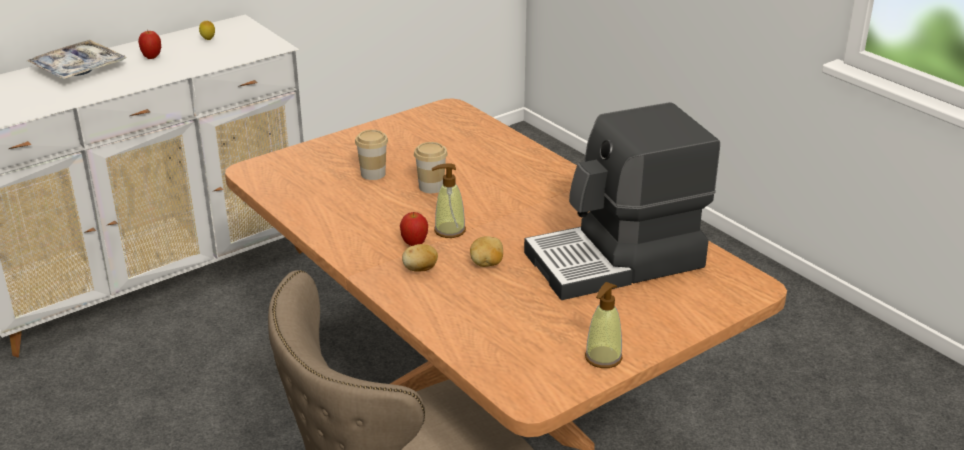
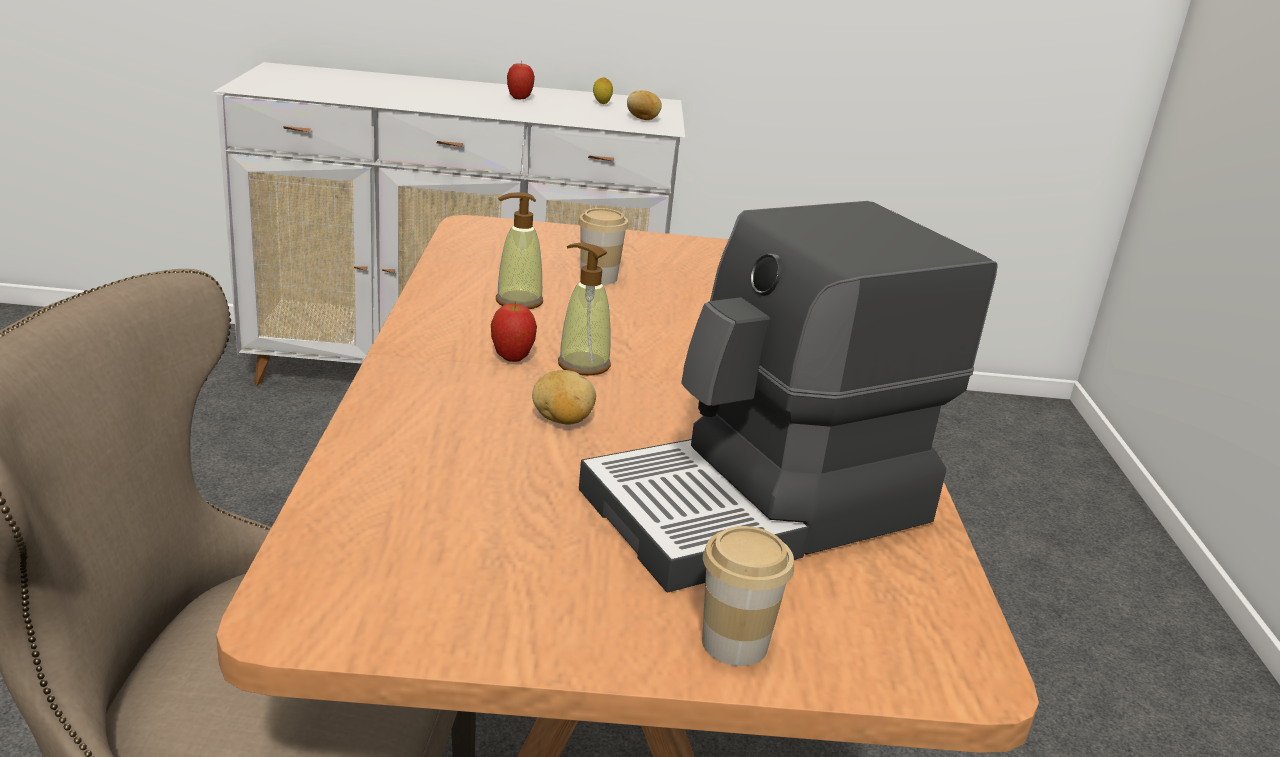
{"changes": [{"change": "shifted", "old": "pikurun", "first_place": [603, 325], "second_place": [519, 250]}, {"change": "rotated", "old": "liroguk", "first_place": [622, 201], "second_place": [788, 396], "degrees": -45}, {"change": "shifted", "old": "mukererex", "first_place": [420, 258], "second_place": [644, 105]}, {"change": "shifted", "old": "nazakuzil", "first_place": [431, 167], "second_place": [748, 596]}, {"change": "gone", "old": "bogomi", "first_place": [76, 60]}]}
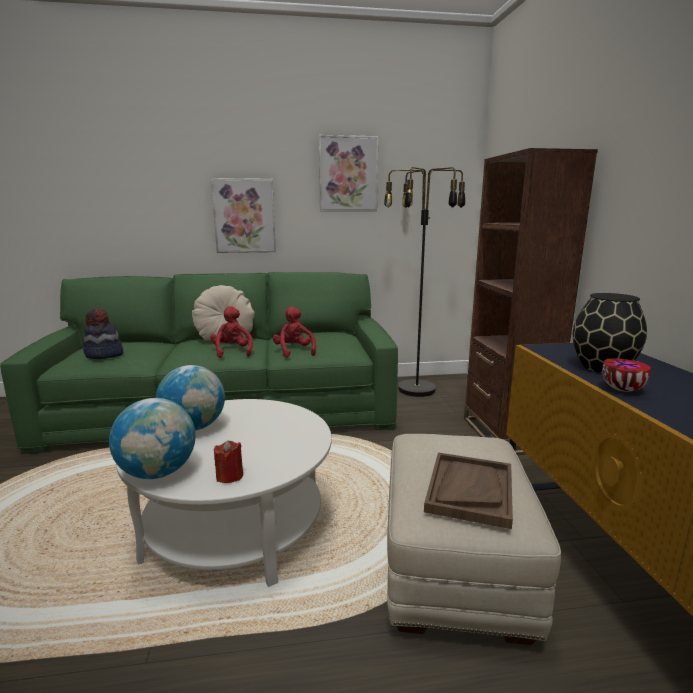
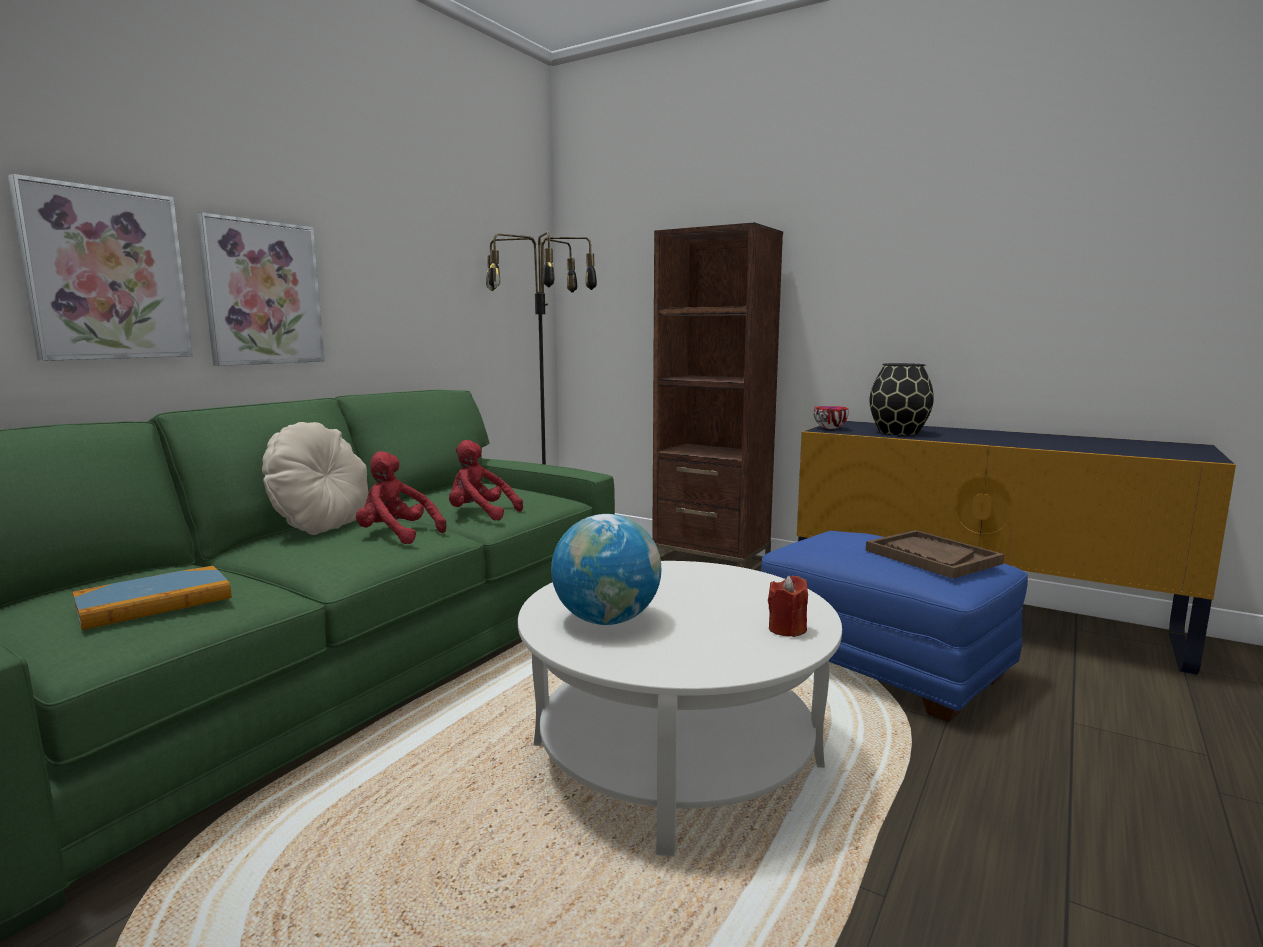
{"changes": [{"change": "shifted", "old": "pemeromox", "first_place": [348, 173], "second_place": [100, 267]}, {"change": "swapped", "old": "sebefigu", "new": "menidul", "first_place": [103, 334], "second_place": [152, 598]}, {"change": "repainted", "old": "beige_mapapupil", "new": "blue_mapapupil", "first_place": [474, 539], "second_place": [894, 626]}, {"change": "shifted", "old": "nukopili", "first_place": [626, 375], "second_place": [831, 417]}, {"change": "gone", "old": "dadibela", "first_place": [152, 438]}]}
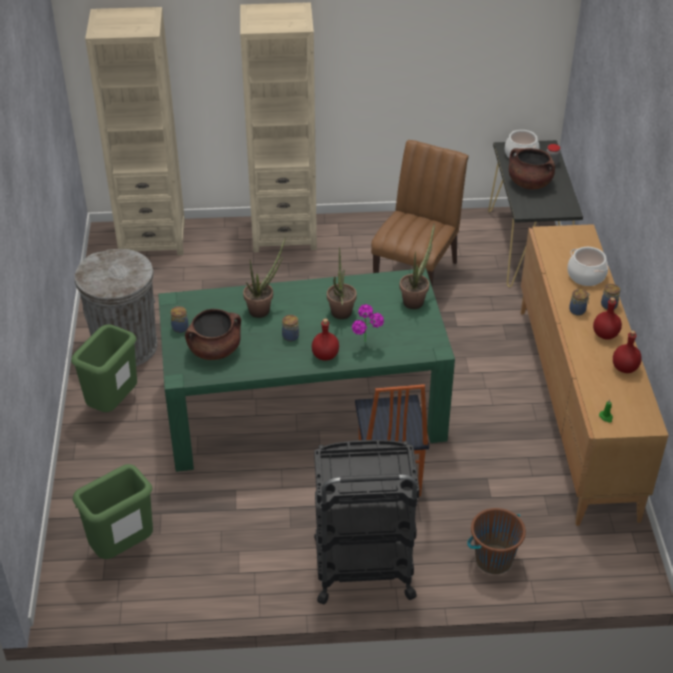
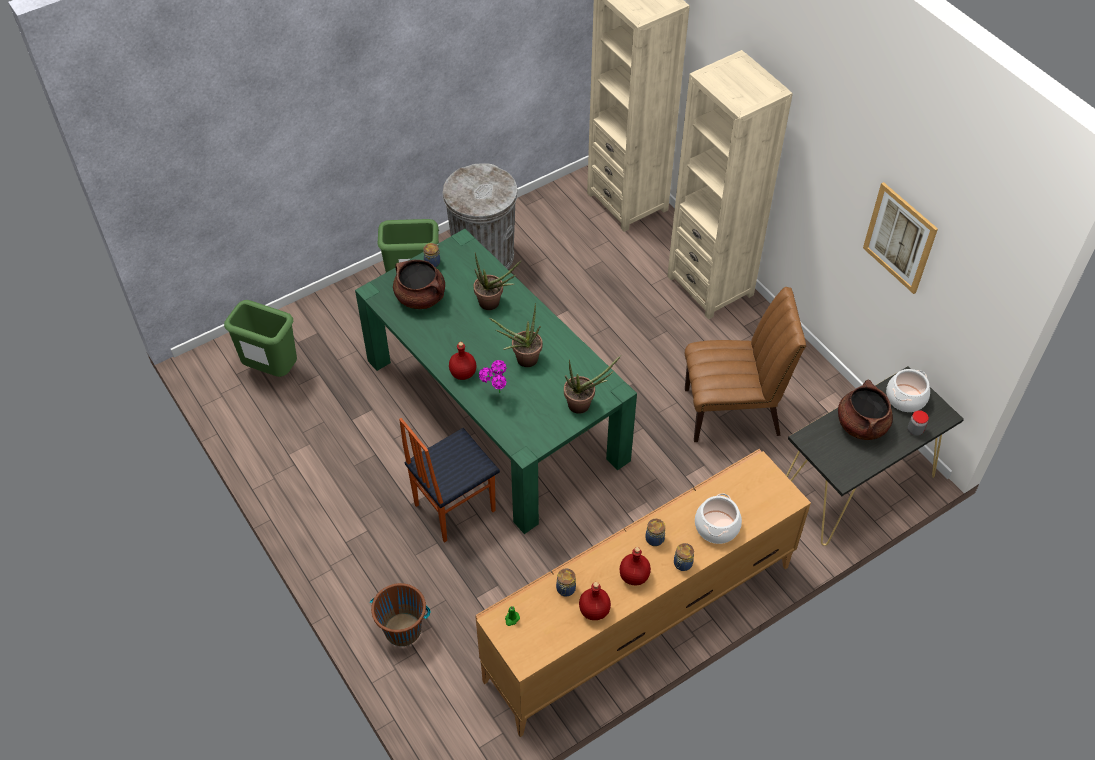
{"changes": [{"change": "shifted", "old": "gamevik", "first_place": [290, 328], "second_place": [566, 582]}, {"change": "new", "new": "pemeromox", "second_place": [900, 238]}, {"change": "gone", "old": "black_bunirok", "first_place": [367, 522]}]}
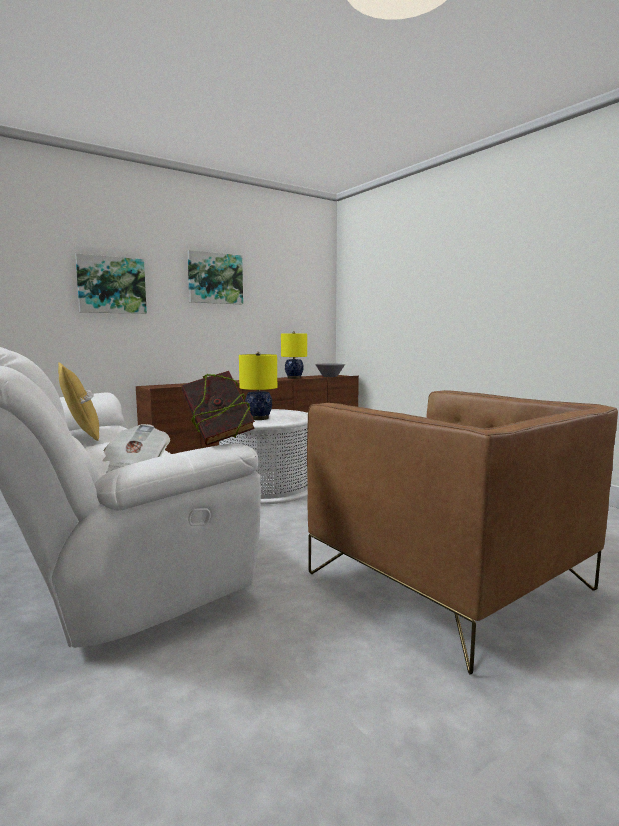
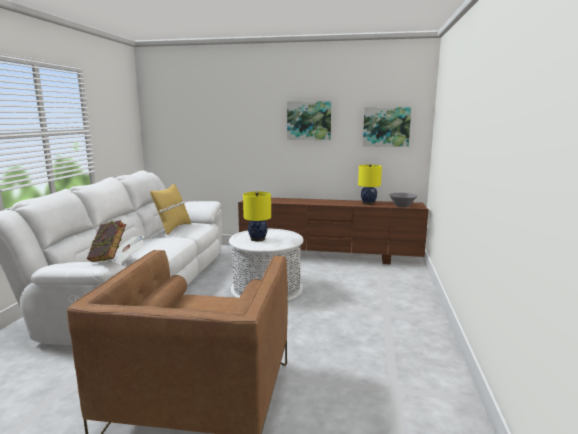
{"changes": [{"change": "shifted", "old": "pemeromox", "first_place": [111, 283], "second_place": [387, 127]}]}
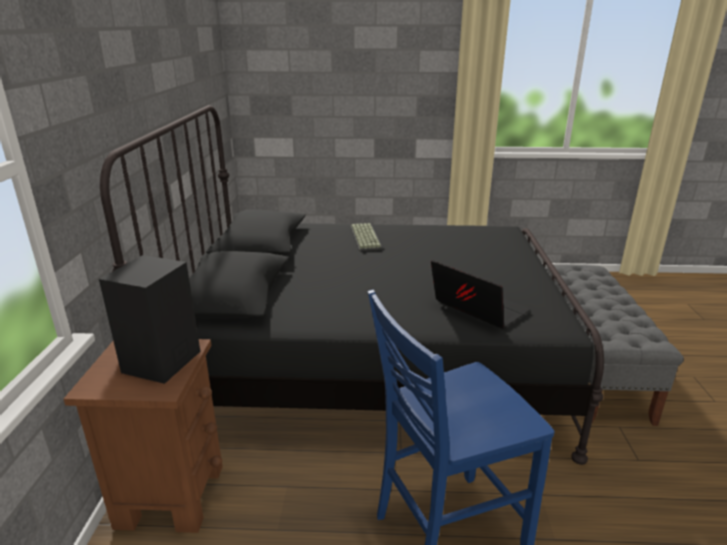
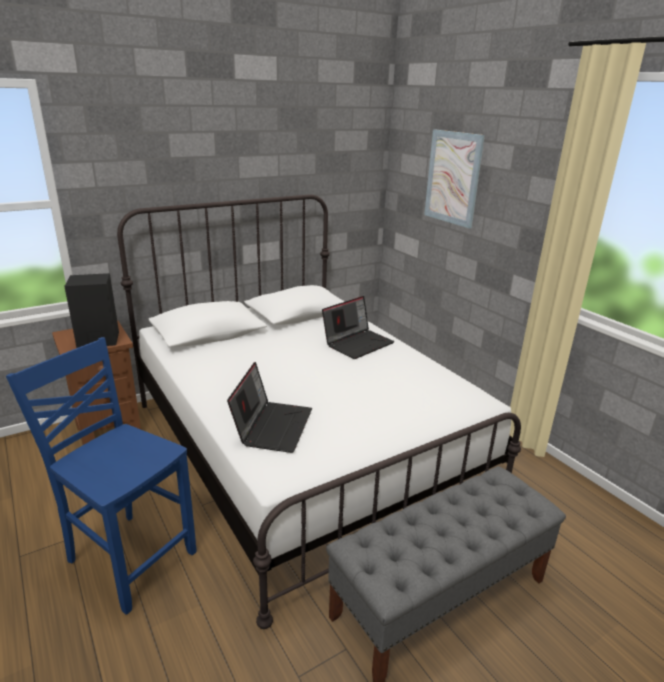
{"changes": [{"change": "repainted", "old": "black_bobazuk", "new": "white_bobazuk", "first_place": [352, 285], "second_place": [319, 412]}, {"change": "swapped", "old": "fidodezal", "new": "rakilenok", "first_place": [366, 237], "second_place": [358, 327]}, {"change": "new", "new": "pemeromox", "second_place": [454, 179]}]}
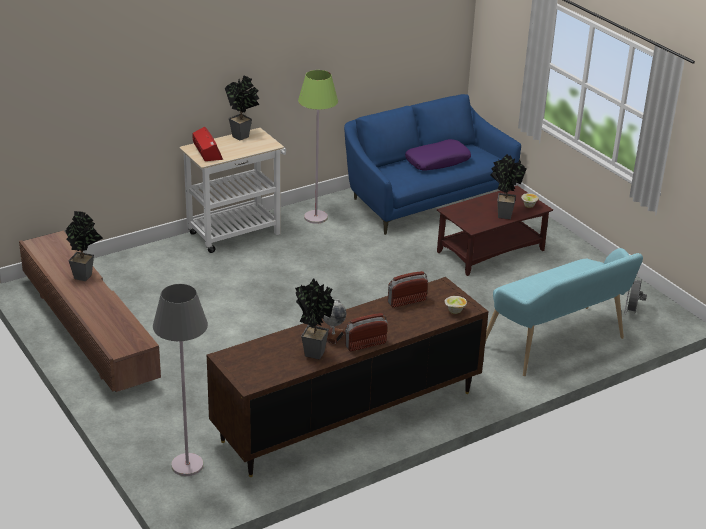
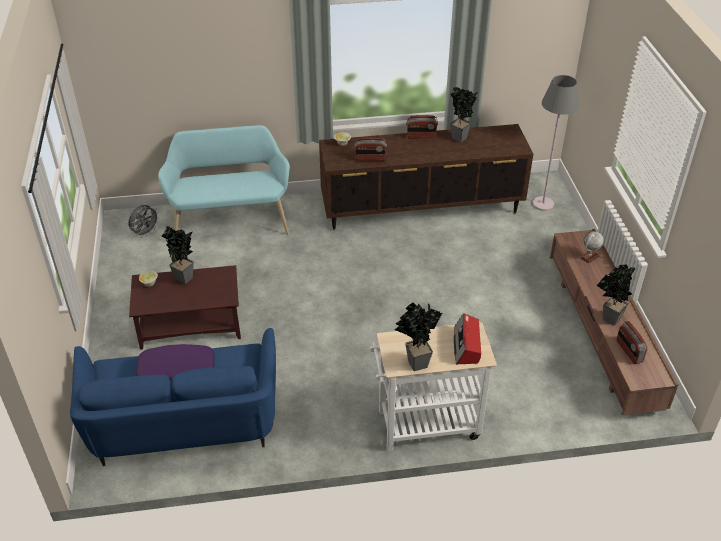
{"changes": [{"change": "shifted", "old": "dadibela", "first_place": [334, 321], "second_place": [592, 247]}, {"change": "new", "new": "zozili", "second_place": [631, 342]}, {"change": "gone", "old": "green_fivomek", "first_place": [318, 147]}]}
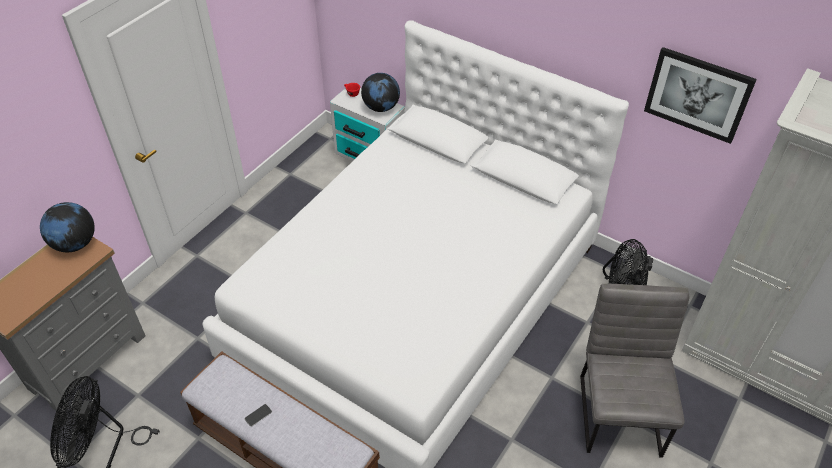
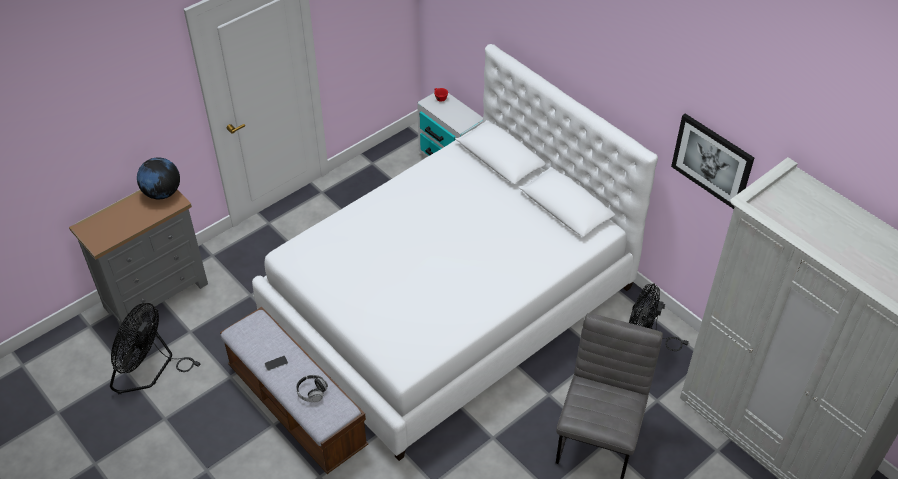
{"changes": [{"change": "new", "new": "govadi", "second_place": [312, 388]}, {"change": "gone", "old": "dadibela", "first_place": [380, 92]}]}
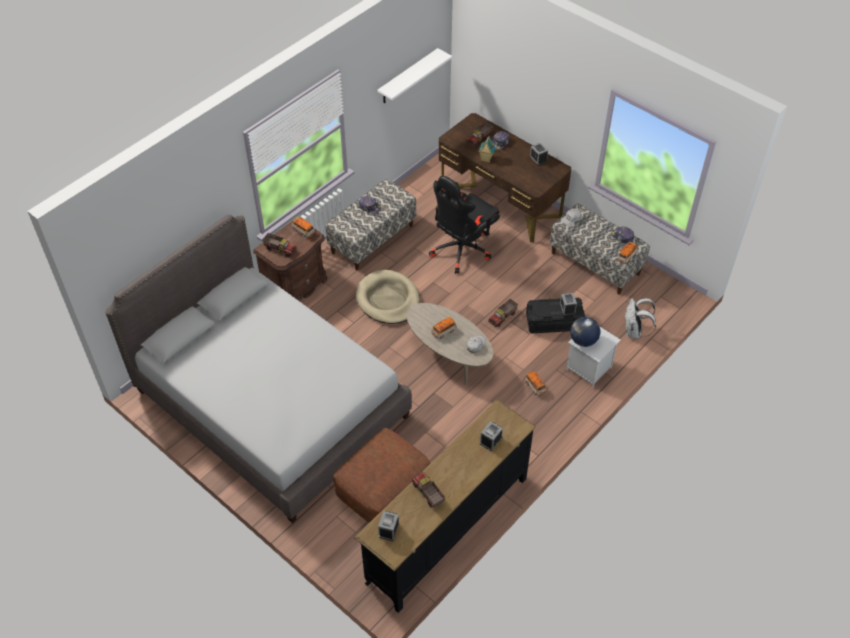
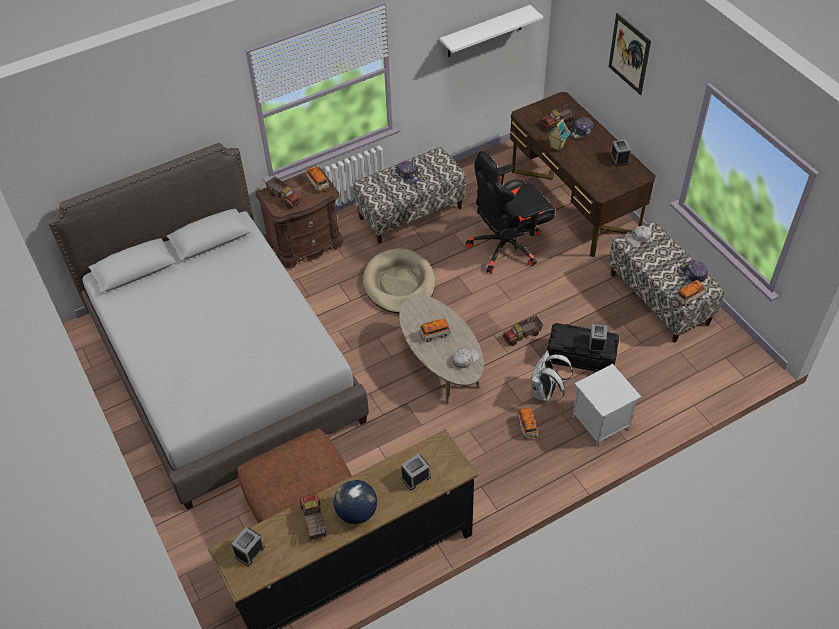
{"changes": [{"change": "shifted", "old": "dadibela", "first_place": [585, 332], "second_place": [355, 502]}, {"change": "shifted", "old": "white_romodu", "first_place": [640, 318], "second_place": [552, 376]}, {"change": "new", "new": "pemeromox", "second_place": [629, 54]}]}
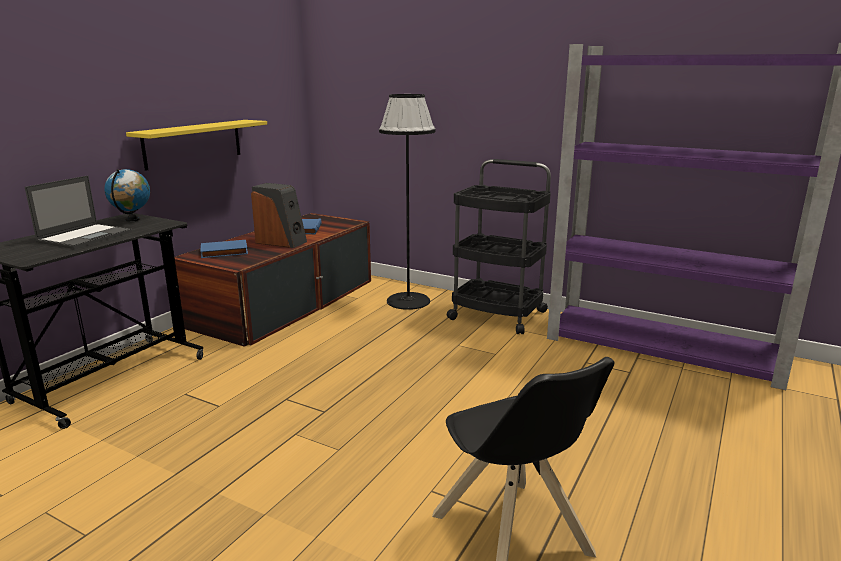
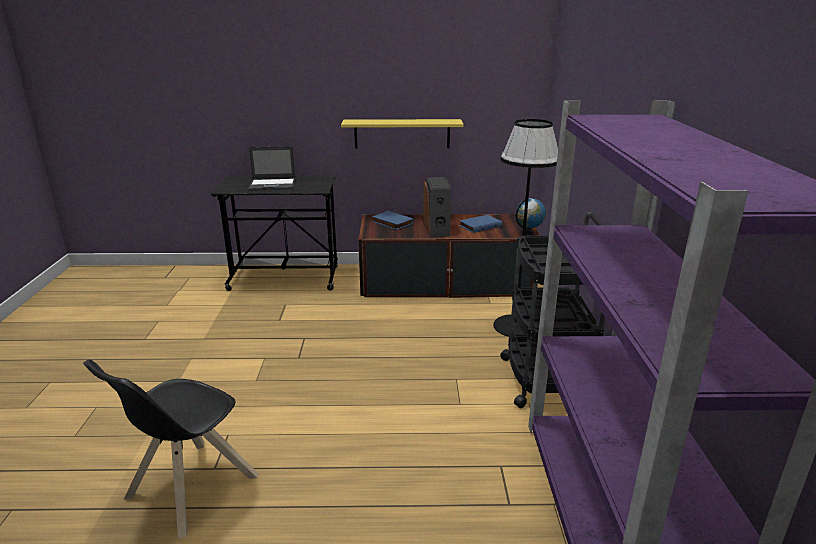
{"changes": [{"change": "shifted", "old": "dadibela", "first_place": [127, 195], "second_place": [531, 216]}]}
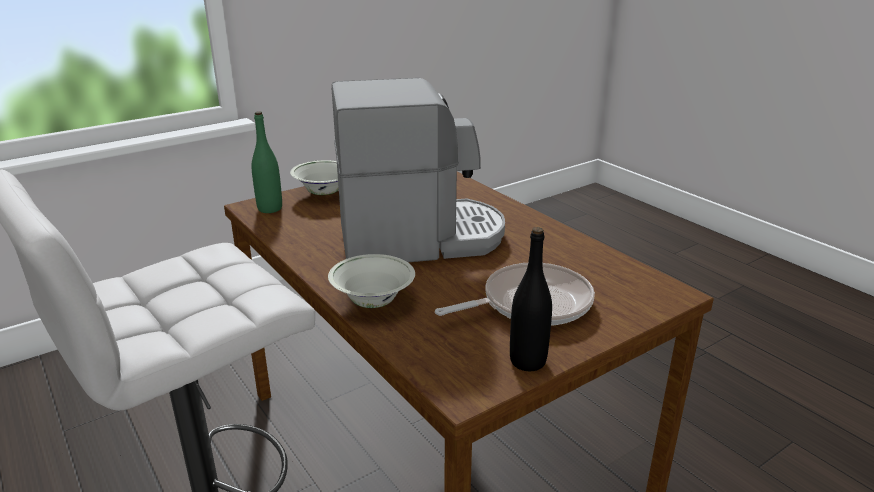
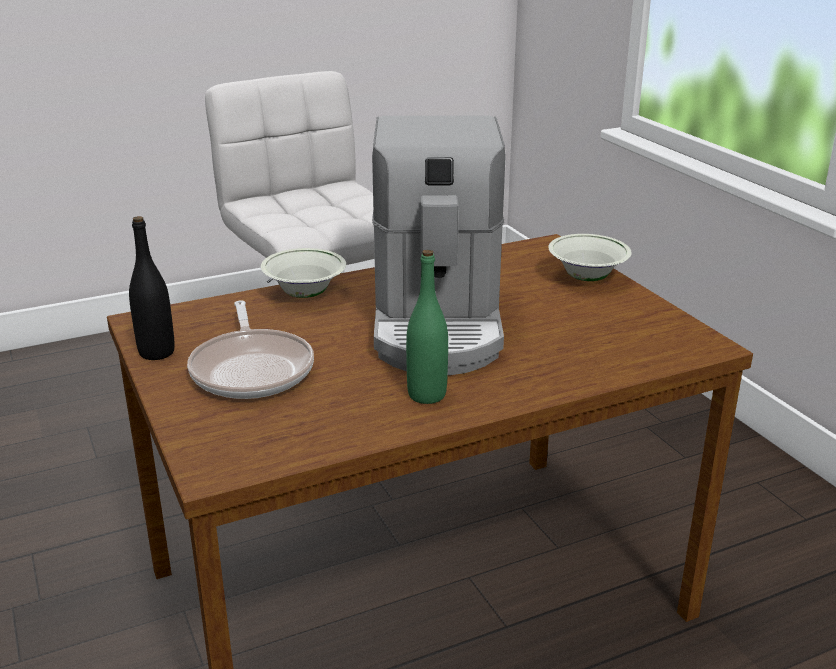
{"changes": [{"change": "shifted", "old": "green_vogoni", "first_place": [266, 162], "second_place": [427, 327]}]}
